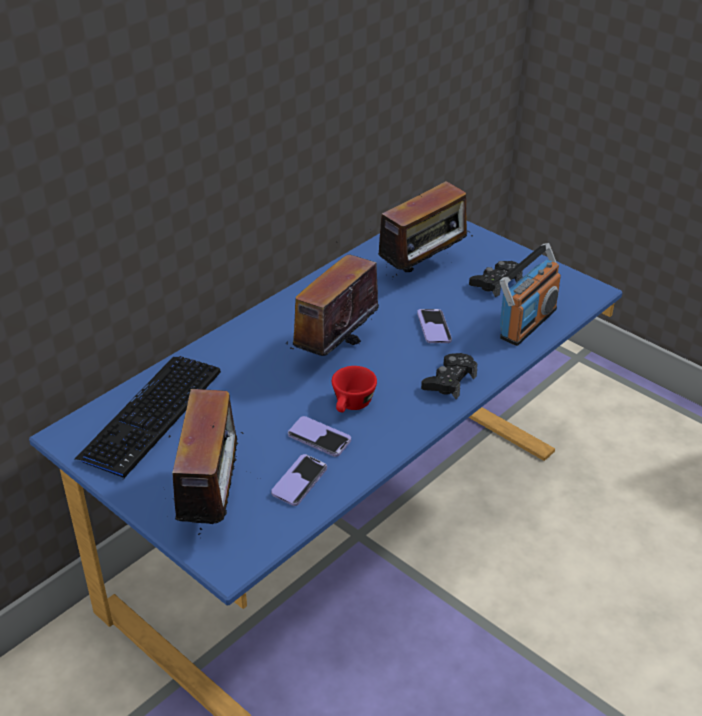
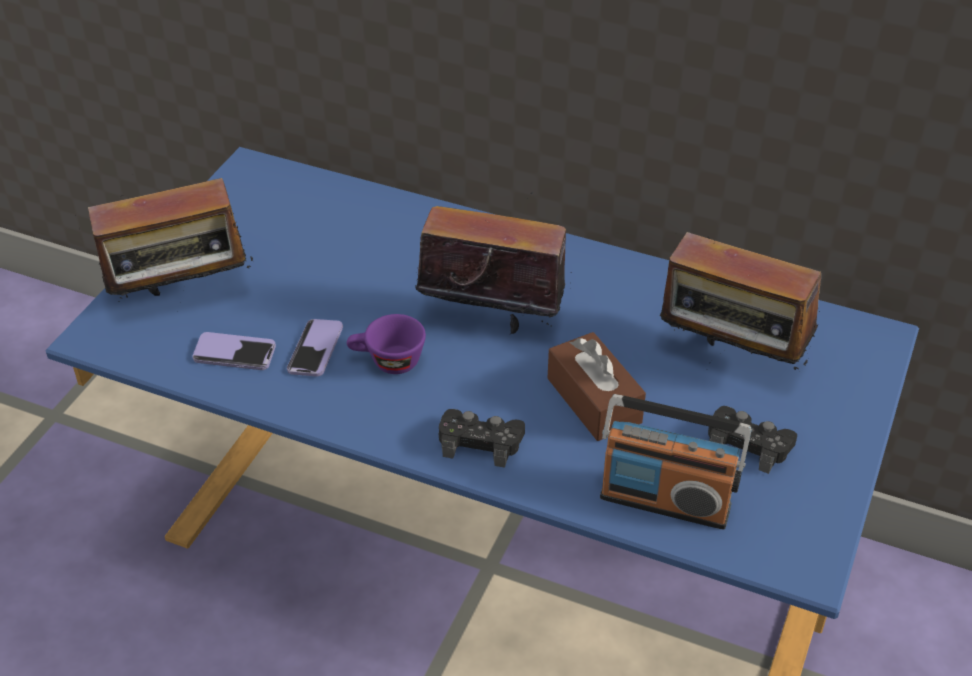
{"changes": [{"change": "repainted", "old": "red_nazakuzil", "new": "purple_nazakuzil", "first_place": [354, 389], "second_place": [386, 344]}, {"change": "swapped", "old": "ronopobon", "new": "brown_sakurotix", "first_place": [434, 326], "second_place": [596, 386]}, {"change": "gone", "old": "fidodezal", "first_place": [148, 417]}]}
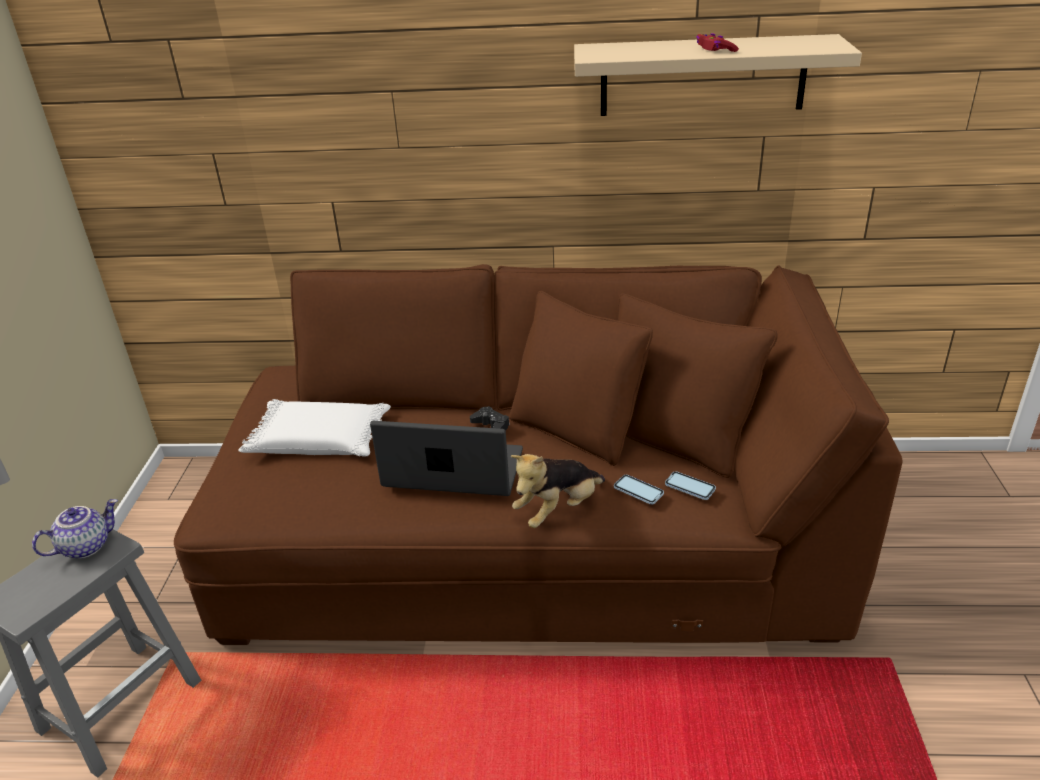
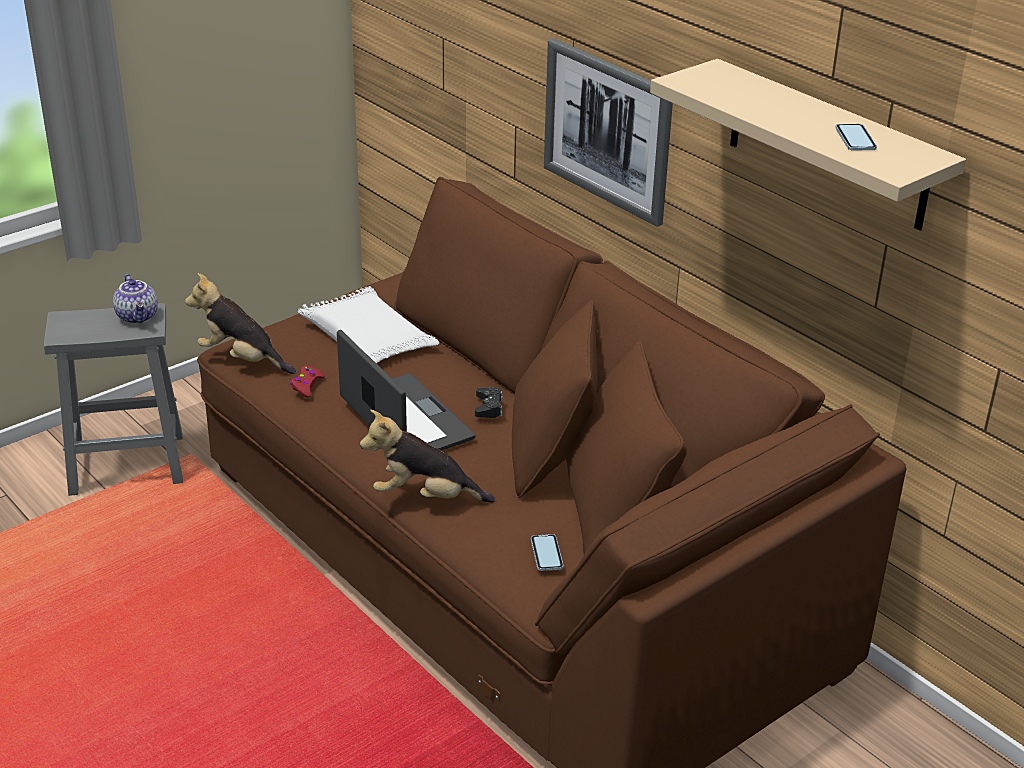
{"changes": [{"change": "rotated", "old": "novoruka", "first_place": [75, 529], "second_place": [135, 299], "degrees": 60}, {"change": "new", "new": "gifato", "second_place": [240, 323]}, {"change": "shifted", "old": "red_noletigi", "first_place": [717, 42], "second_place": [307, 381]}, {"change": "new", "new": "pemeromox", "second_place": [608, 132]}, {"change": "shifted", "old": "ronopobon", "first_place": [639, 490], "second_place": [856, 137]}]}
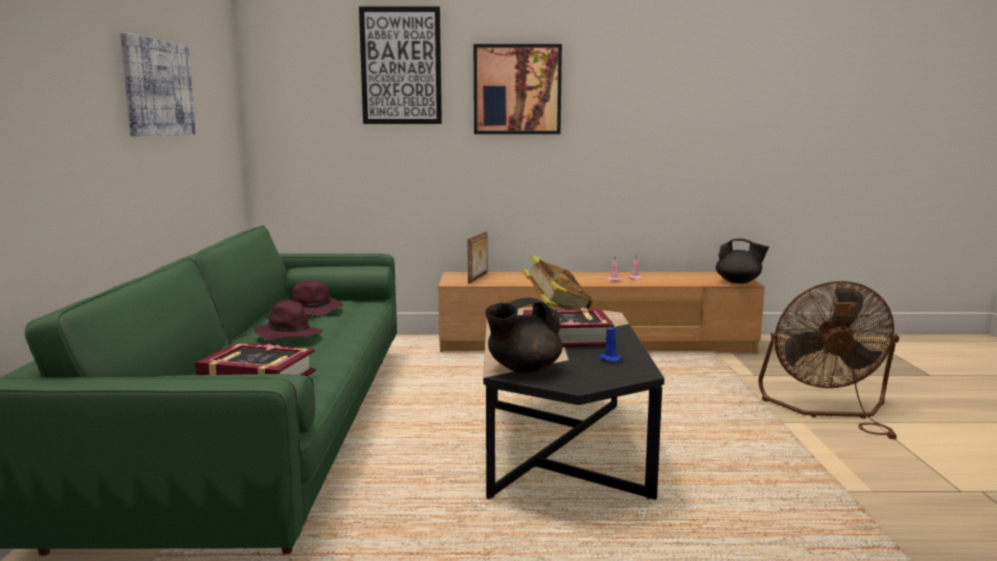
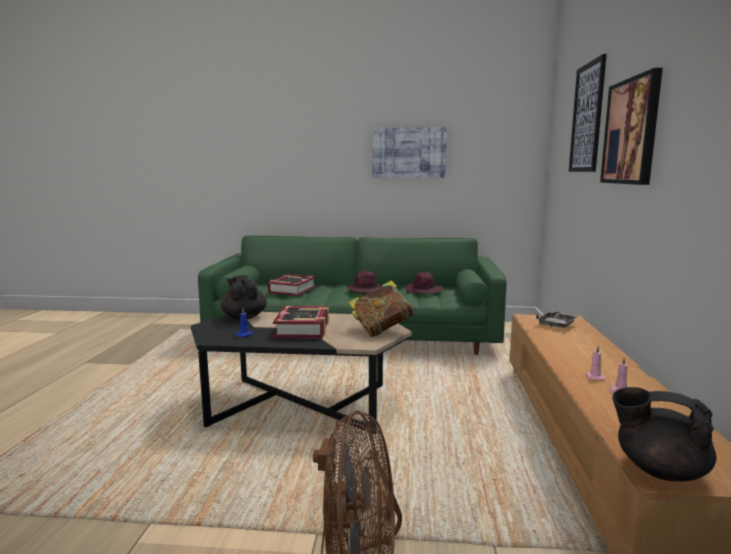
{"changes": [{"change": "swapped", "old": "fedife", "new": "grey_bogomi", "first_place": [477, 257], "second_place": [557, 319]}, {"change": "rotated", "old": "black_novoruka", "first_place": [742, 261], "second_place": [664, 434], "degrees": 90}]}
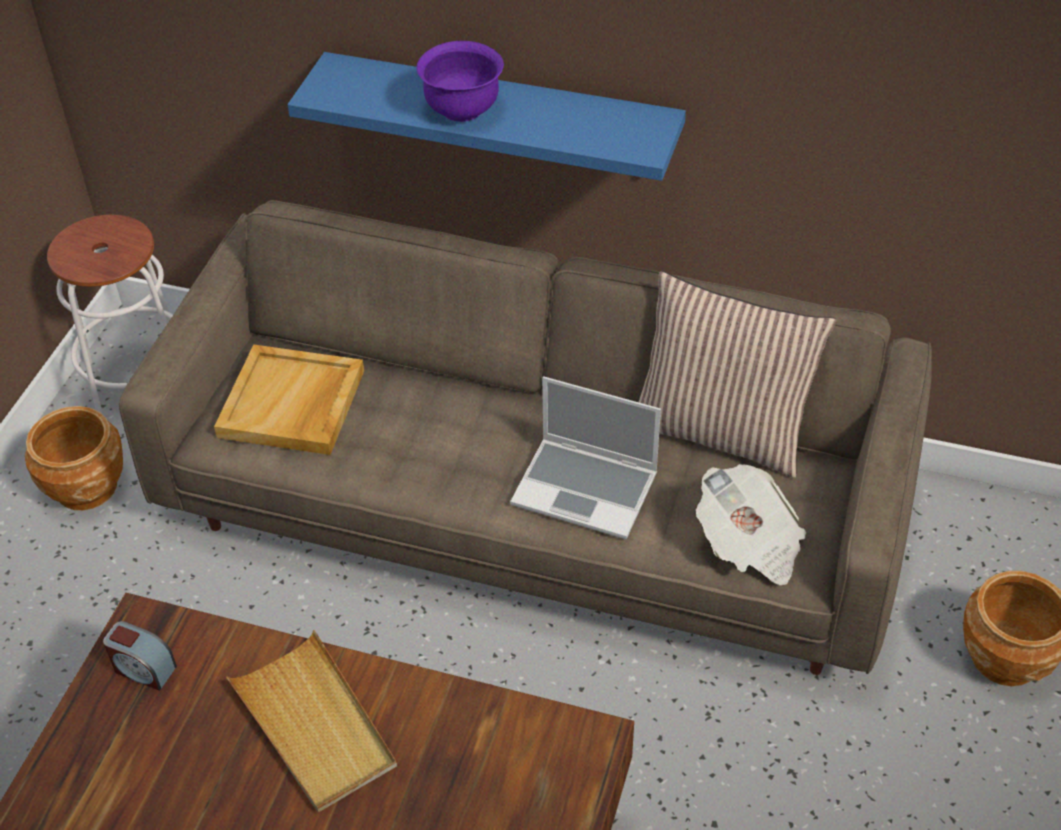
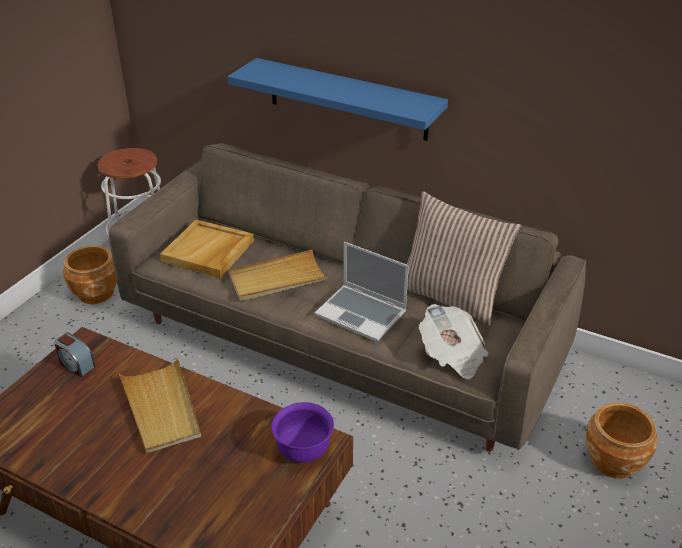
{"changes": [{"change": "new", "new": "beige_bogomi", "second_place": [278, 275]}, {"change": "shifted", "old": "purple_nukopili", "first_place": [460, 81], "second_place": [302, 432]}]}
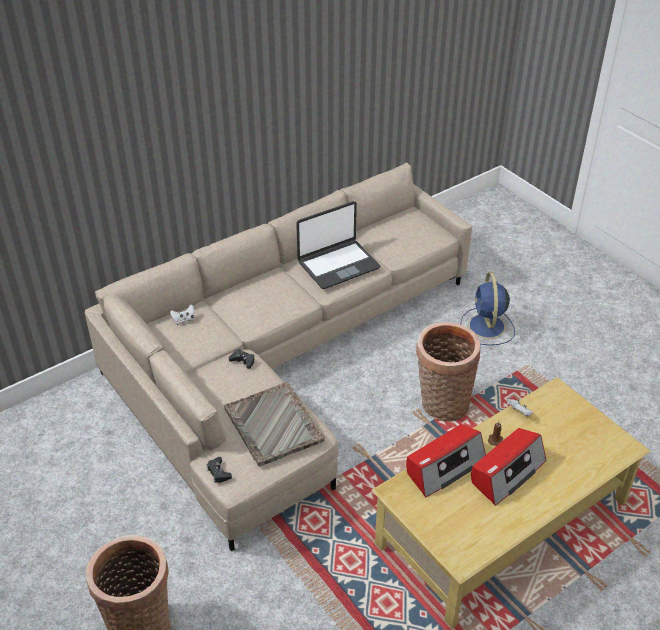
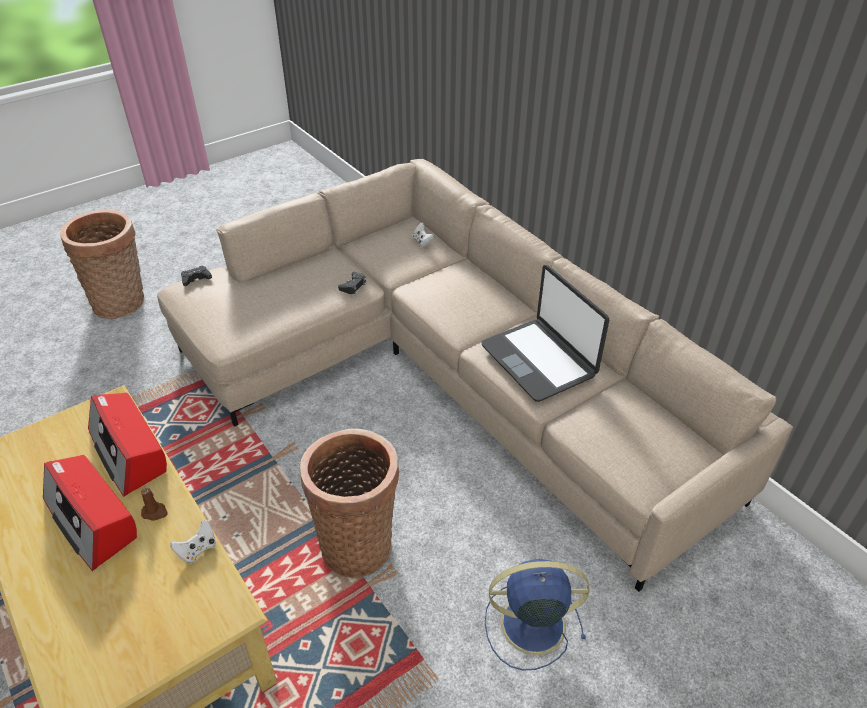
{"changes": [{"change": "gone", "old": "grey_bogomi", "first_place": [274, 424]}]}
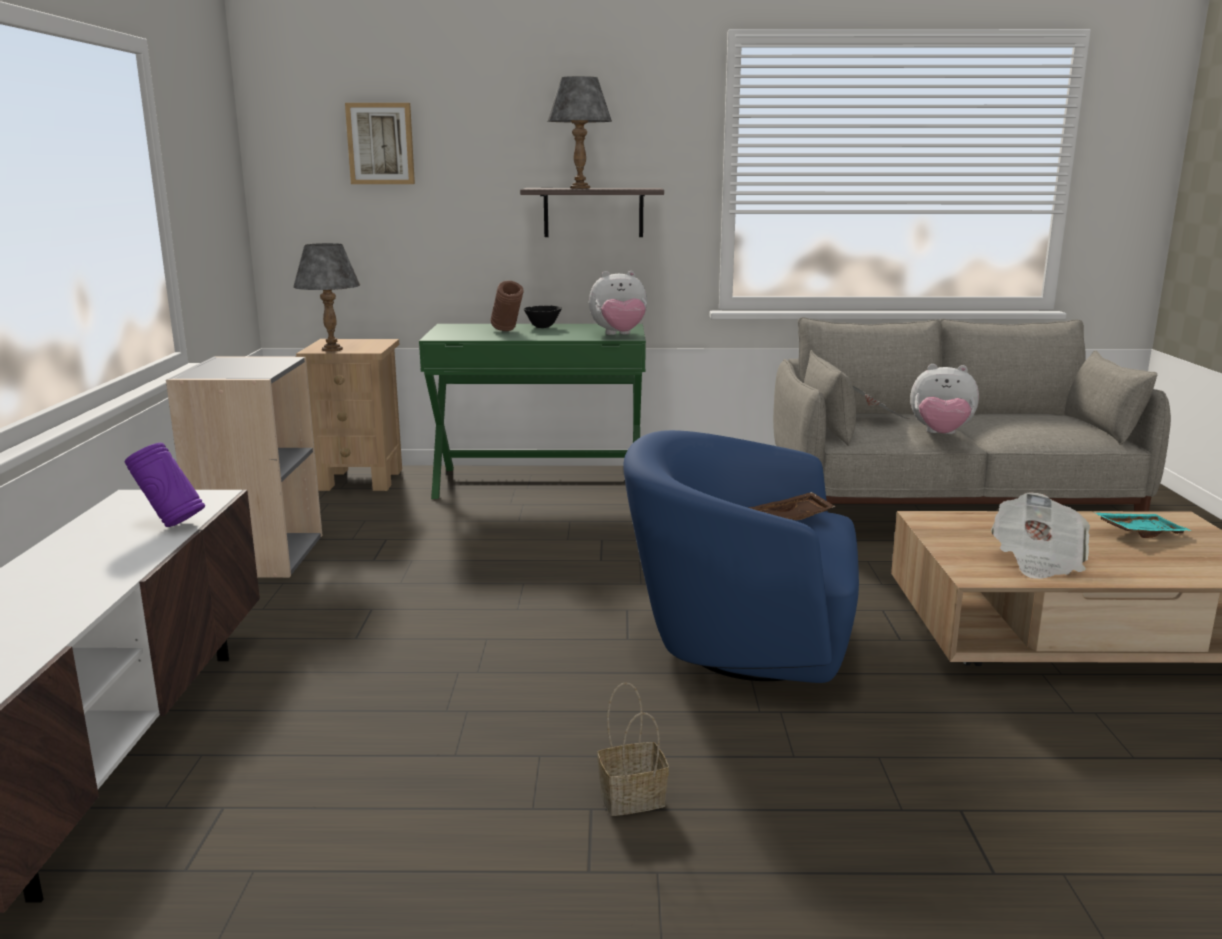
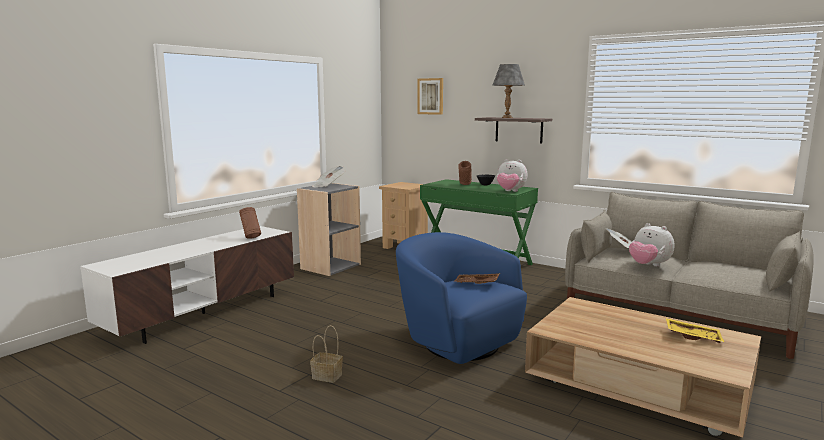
{"changes": [{"change": "repainted", "old": "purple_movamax", "new": "brown_movamax", "first_place": [165, 484], "second_place": [250, 223]}, {"change": "shifted", "old": "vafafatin", "first_place": [1040, 535], "second_place": [328, 176]}, {"change": "repainted", "old": "turquoise_bogomi", "new": "yellow_bogomi", "first_place": [1142, 525], "second_place": [695, 330]}, {"change": "gone", "old": "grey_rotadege", "first_place": [326, 297]}]}
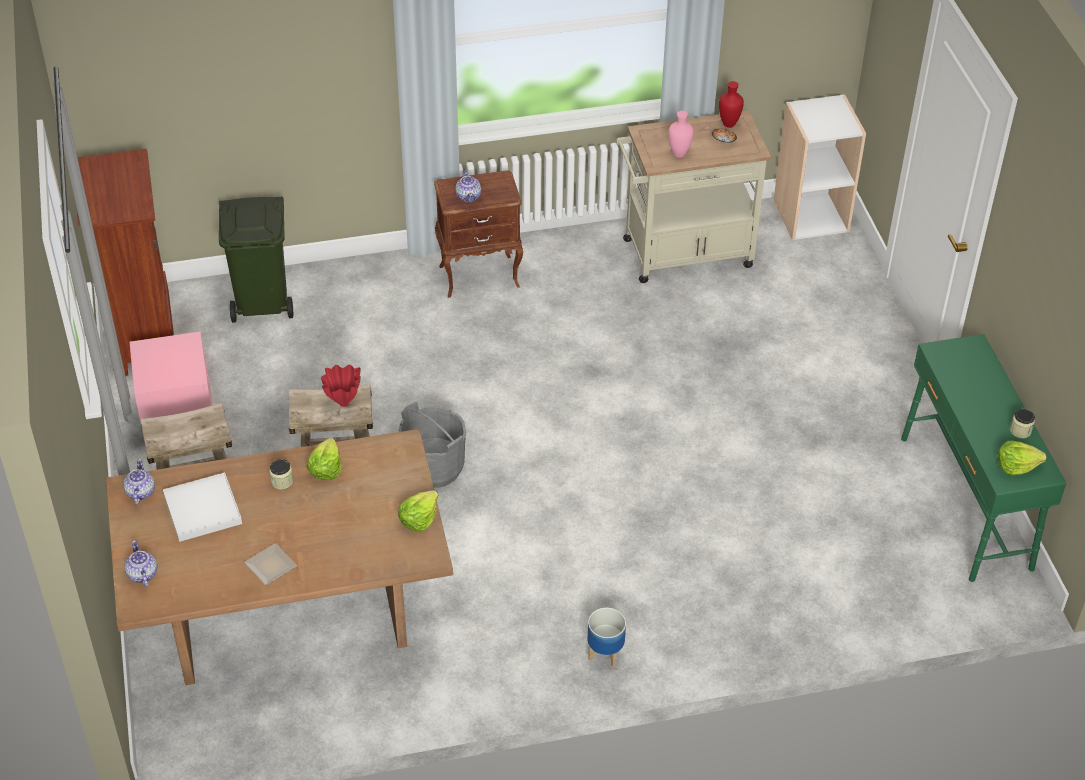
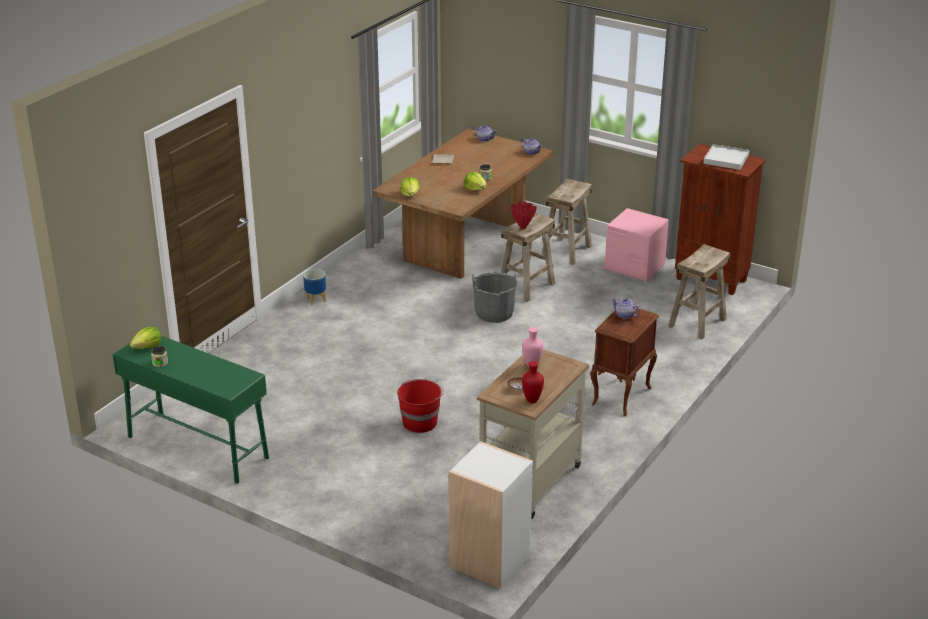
{"changes": [{"change": "new", "new": "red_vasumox", "second_place": [420, 406]}, {"change": "swapped", "old": "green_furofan", "new": "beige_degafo", "first_place": [256, 259], "second_place": [699, 292]}, {"change": "shifted", "old": "white_bogomi", "first_place": [202, 507], "second_place": [726, 157]}]}
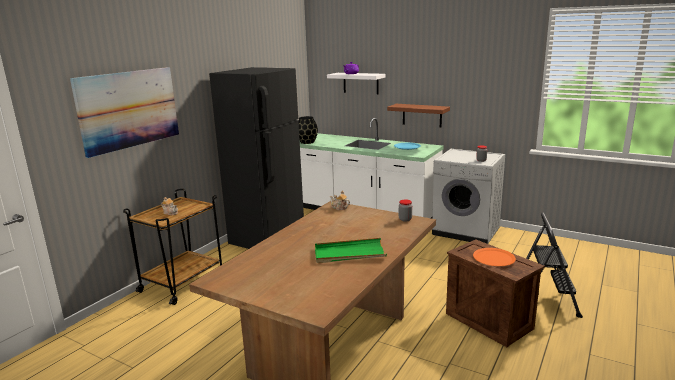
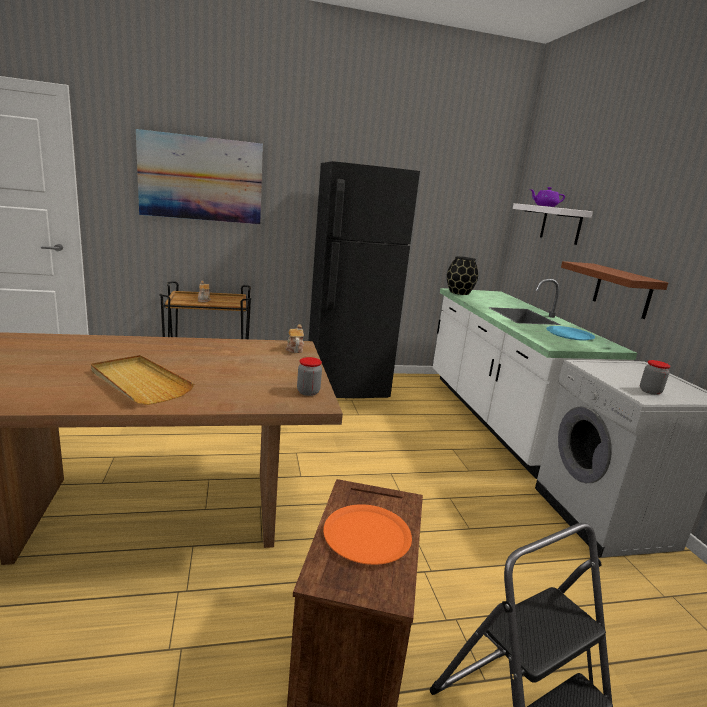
{"changes": [{"change": "repainted", "old": "green_bogomi", "new": "beige_bogomi", "first_place": [351, 250], "second_place": [142, 380]}]}
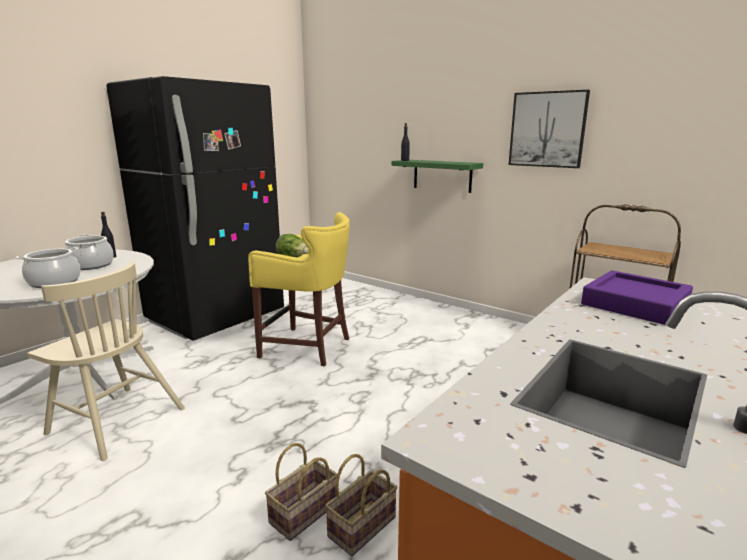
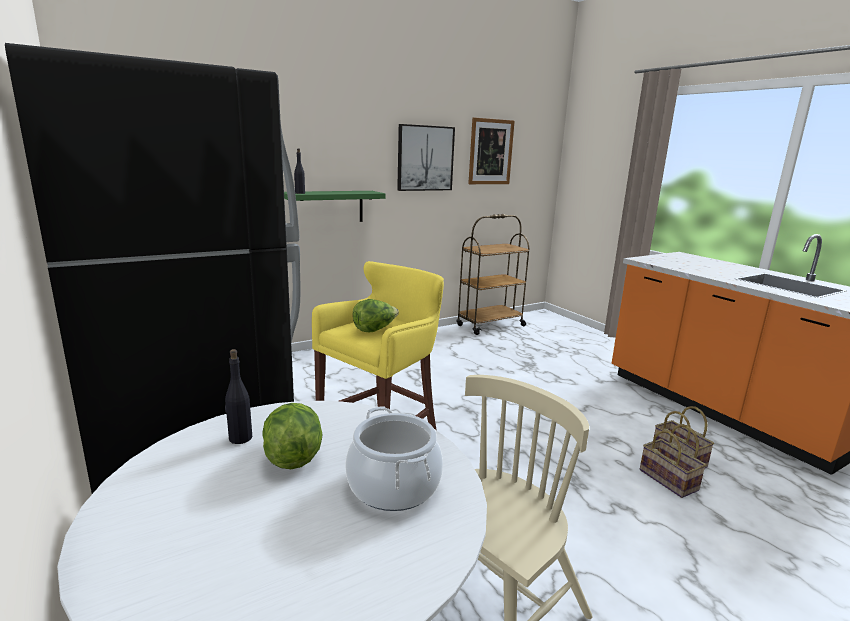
{"changes": [{"change": "swapped", "old": "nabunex", "new": "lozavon", "first_place": [89, 252], "second_place": [293, 436]}, {"change": "new", "new": "pemeromox", "second_place": [491, 150]}, {"change": "gone", "old": "purple_bogomi", "first_place": [637, 297]}]}
